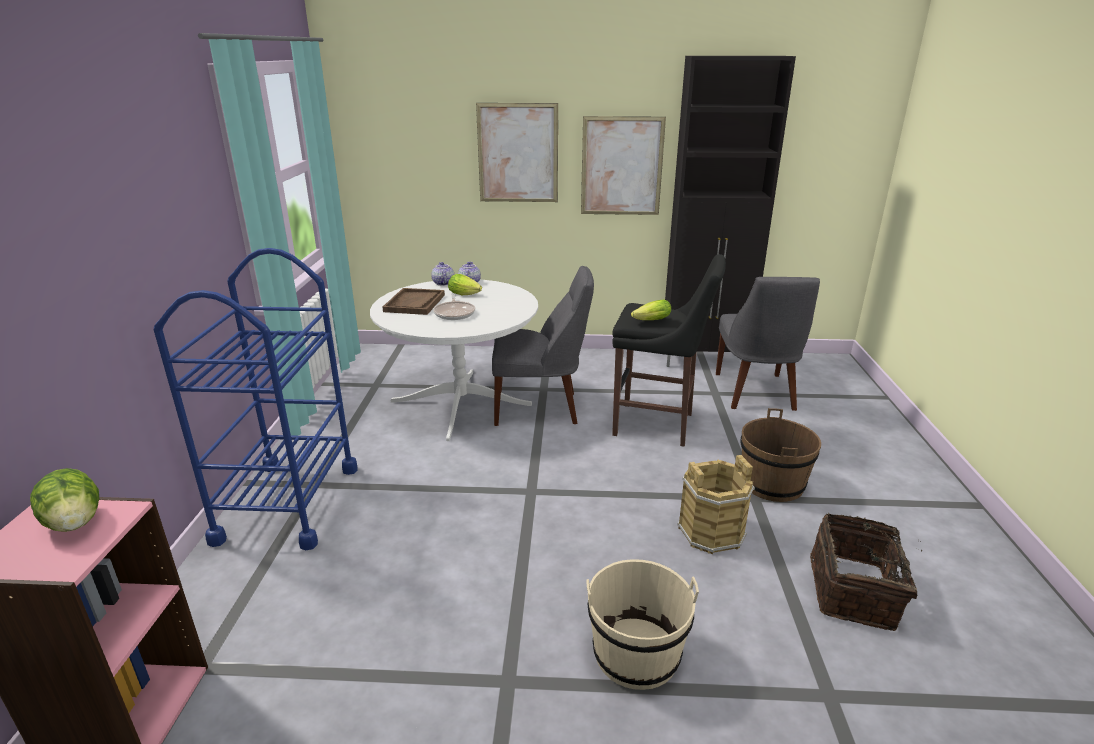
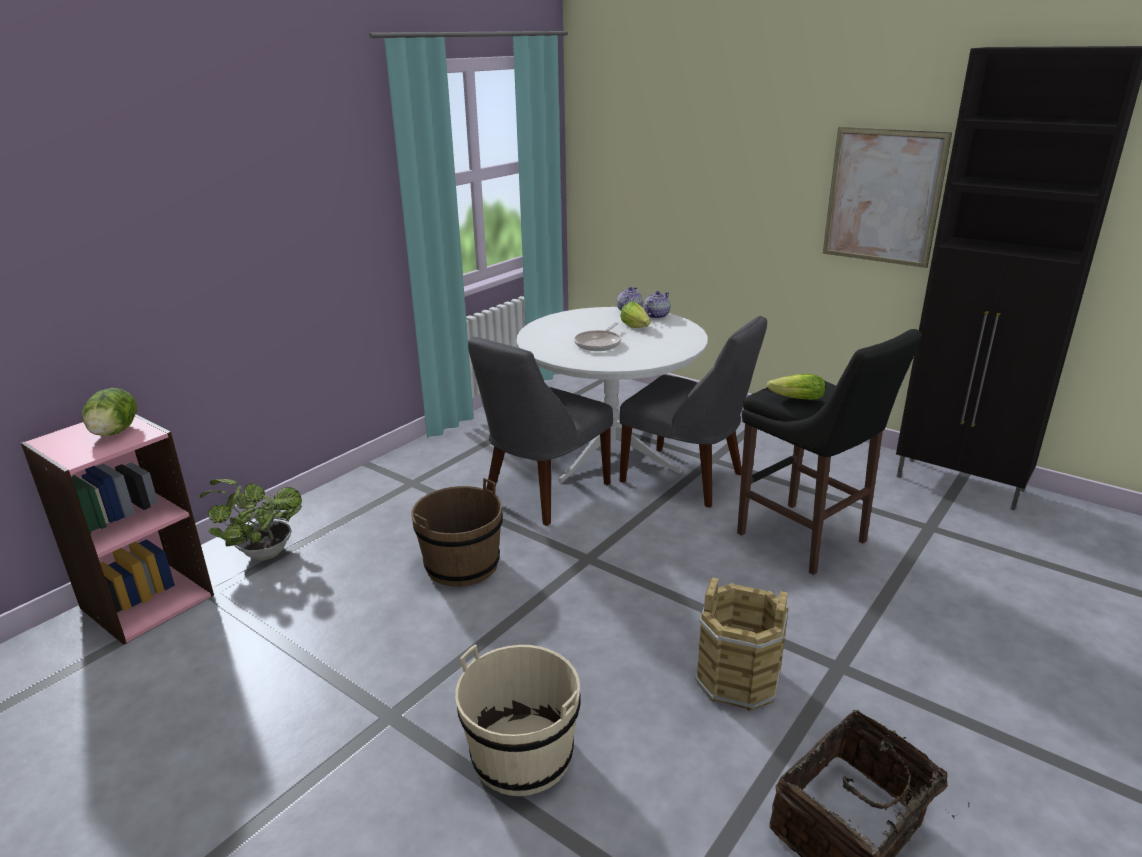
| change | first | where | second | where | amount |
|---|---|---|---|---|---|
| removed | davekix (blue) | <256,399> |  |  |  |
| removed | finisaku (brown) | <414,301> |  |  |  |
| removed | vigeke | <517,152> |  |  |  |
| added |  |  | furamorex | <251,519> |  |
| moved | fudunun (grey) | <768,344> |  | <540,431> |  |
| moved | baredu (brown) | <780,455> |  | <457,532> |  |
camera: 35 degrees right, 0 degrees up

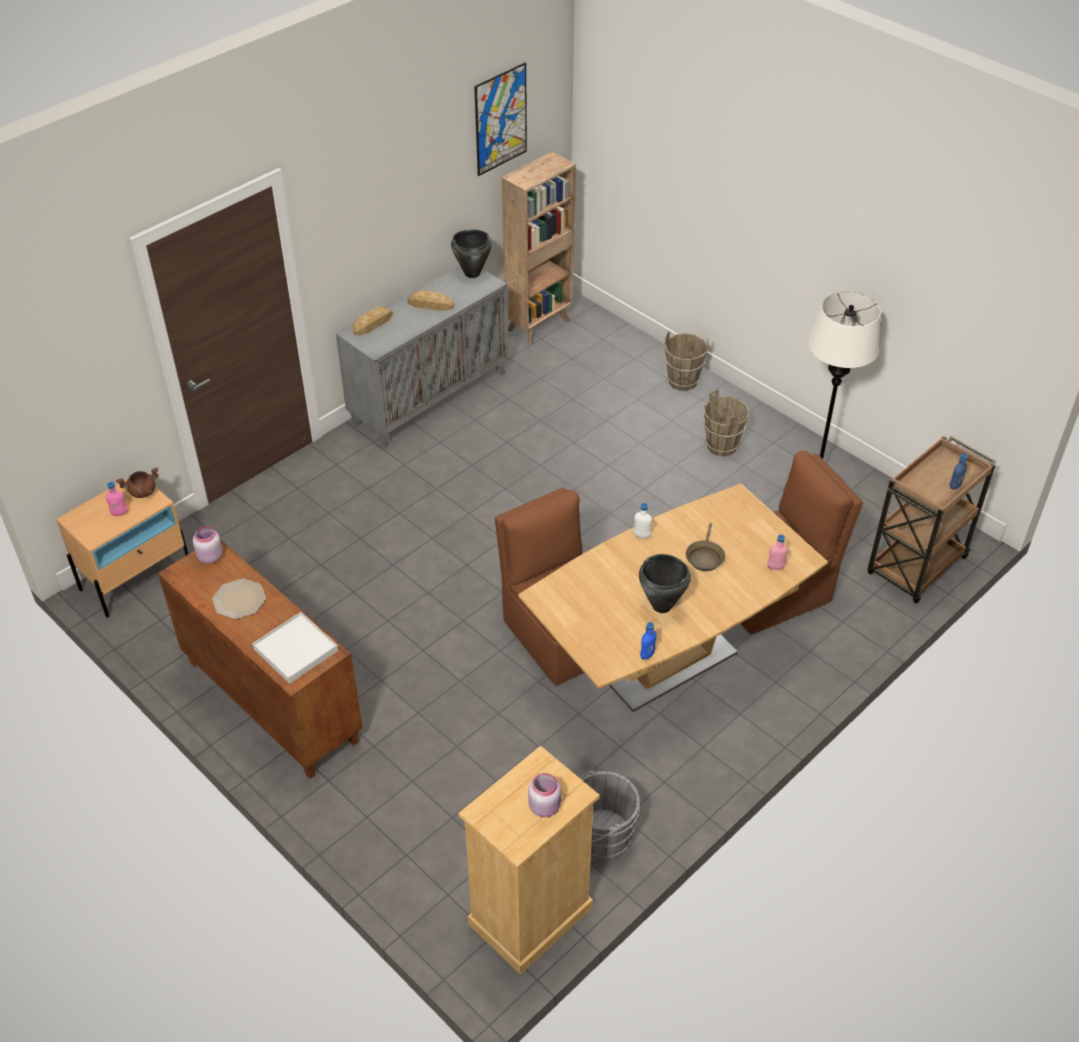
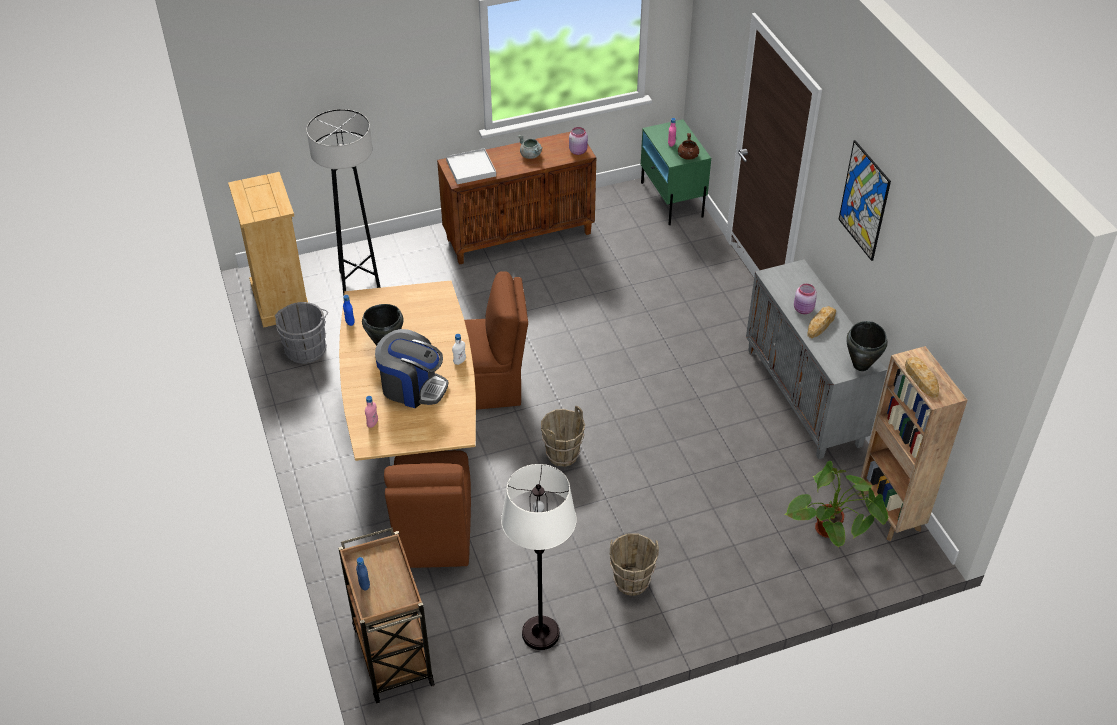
| change | first | where | second | where | amount |
|---|---|---|---|---|---|
| added |  |  | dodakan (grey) | <344,202> |  |
| added |  |  | furamorex | <836,504> |  |
| moved | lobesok | <373,321> |  | <922,377> |  |
| moved | vigeke | <500,119> |  | <864,200> |  |
| moved | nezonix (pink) | <544,795> |  | <805,299> |  |
| moved | baredu (brown) | <687,361> |  | <563,436> |  |
| replaced | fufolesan | <239,599> | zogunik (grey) | <530,147> |  |
| replaced | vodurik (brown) | <705,547> | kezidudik | <411,368> |  |
| recoloured | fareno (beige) | <122,547> | fareno (green) | <676,172> |  |
camera: 115 degrees right, 0 degrees up

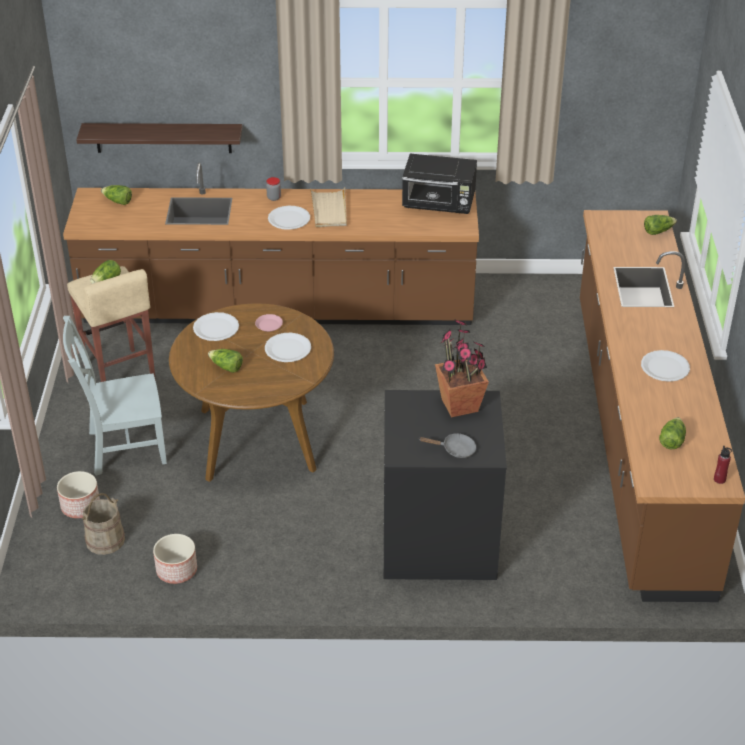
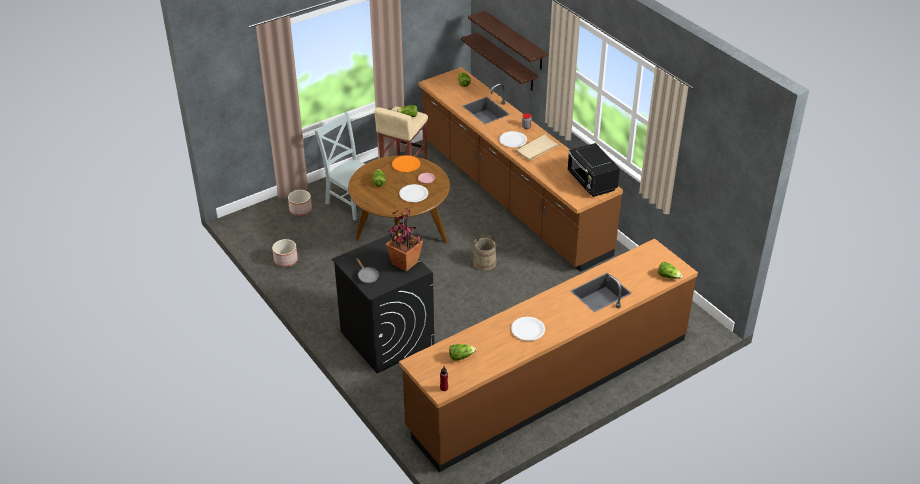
| change | first | where | second | where | amount |
|---|---|---|---|---|---|
| added |  |  | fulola | <508,39> |  |
| moved | baredu (beige) | <103,524> |  | <485,252> |  |
| recoloured | fufolesan (white) | <216,326> | fufolesan (orange) | <406,163> |  |
camera: 55 degrees right, 0 degrees up

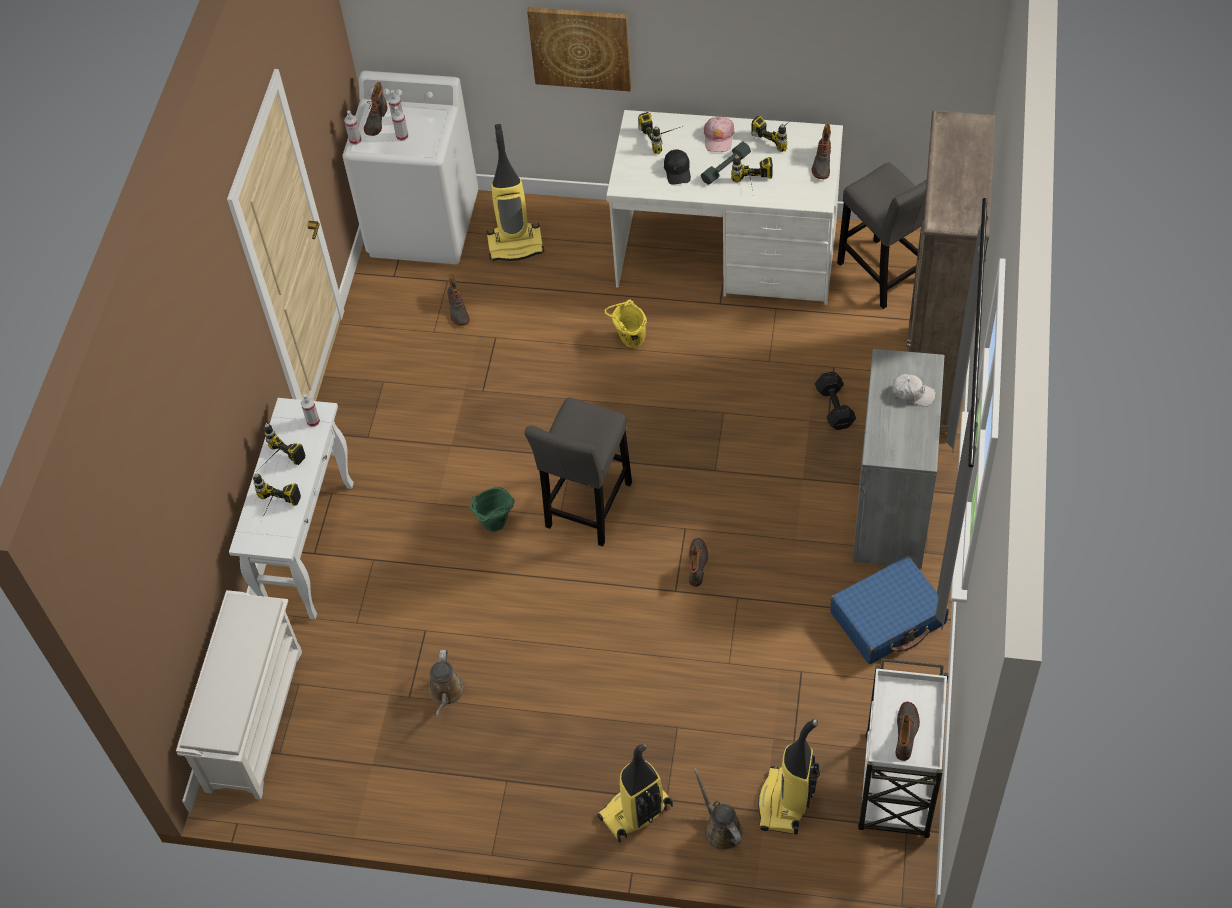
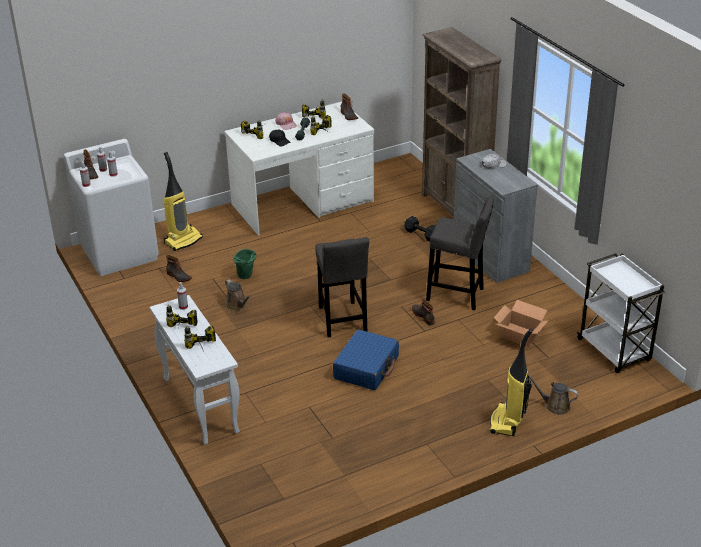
| change | first | where | second | where | amount |
|---|---|---|---|---|---|
| removed | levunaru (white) | <239,695> |  |  |  |
| removed | vigeke | <579,49> |  |  |  |
| removed | baredu (yellow) | <625,323> |  |  |  |
| removed | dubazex | <789,776> |  |  |  |
| removed | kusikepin | <907,731> |  |  |  |
| added |  |  | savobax | <521,323> |  |
| moved | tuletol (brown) | <447,683> |  | <238,295> |  |
| moved | baredu (green) | <492,509> |  | <244,264> |  |
| moved | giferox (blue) | <889,610> |  | <366,359> |  |
| moved | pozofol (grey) | <882,235> |  | <460,253> |  |
camera: 40 degrees left, 20 degrees down

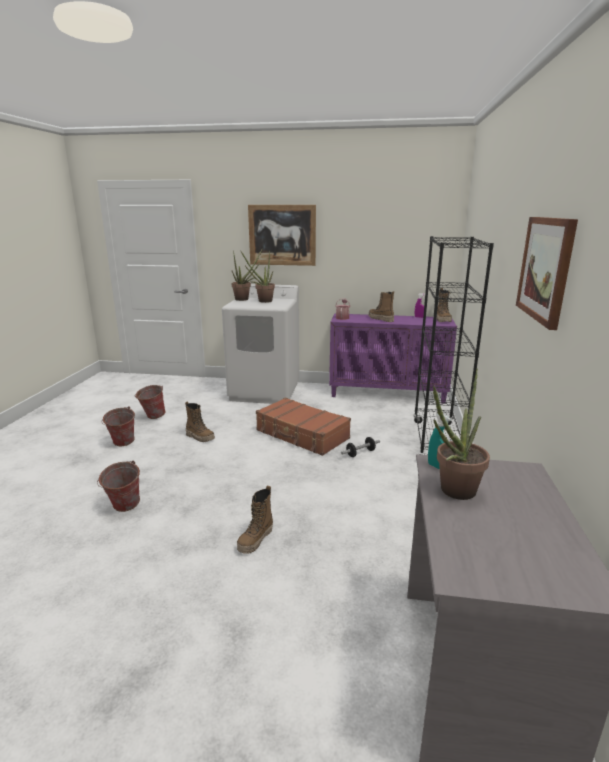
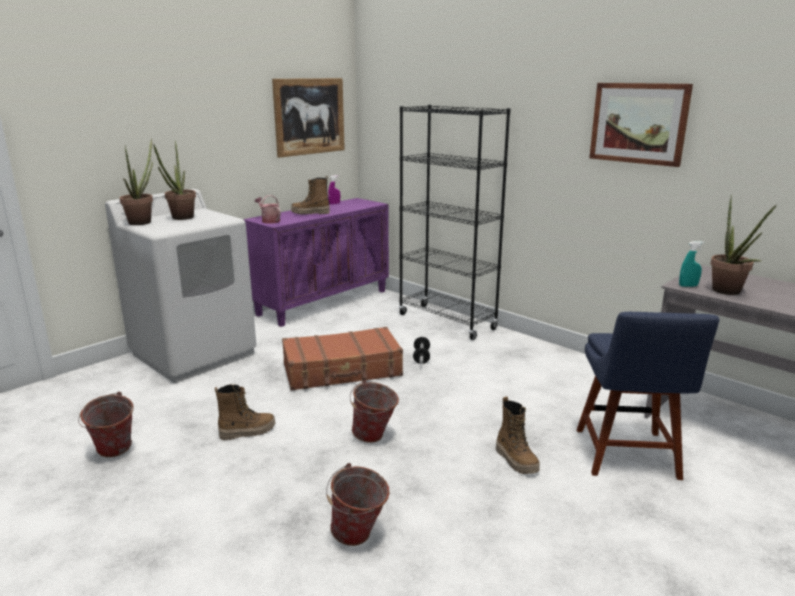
| change | first | where | second | where | amount |
|---|---|---|---|---|---|
| removed | kusikepin | <444,305> |  |  |  |
| added |  |  | fudunun (blue) | <648,396> |  |
| moved | baredu | <118,426> |  | <374,411> |  |
| moved | vigeke | <282,235> |  | <308,118> |  |
camera: 55 degrees left, 0 degrees up

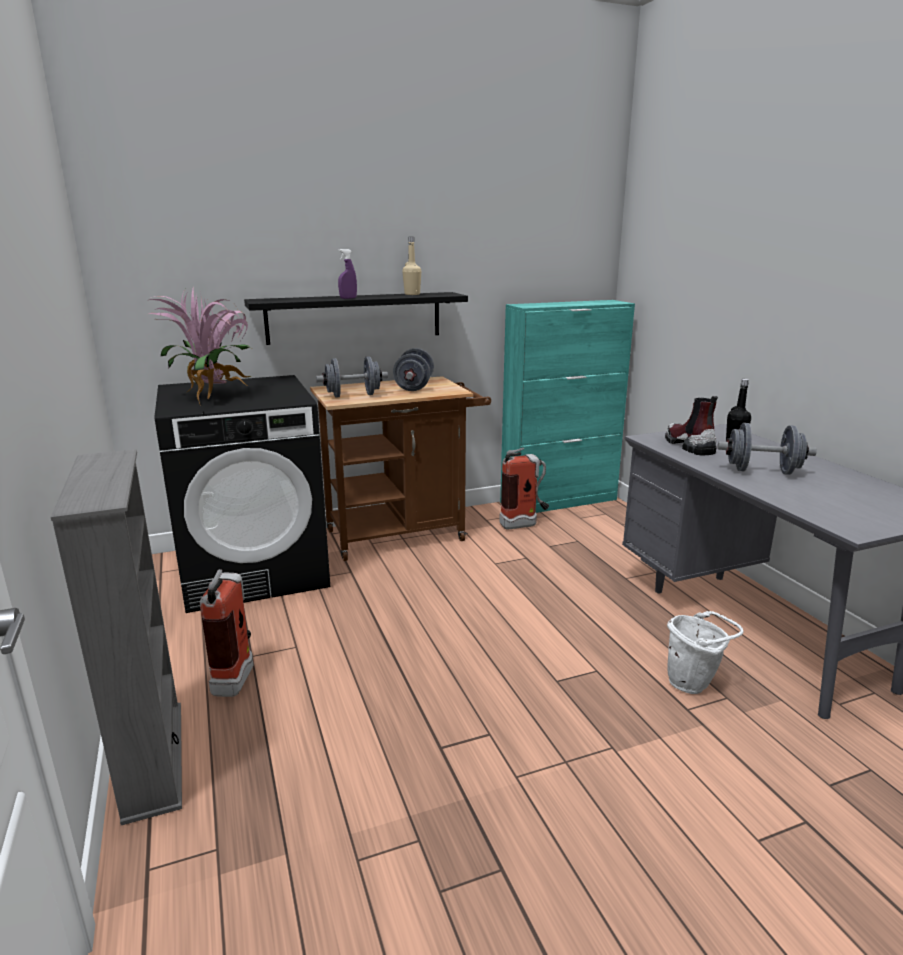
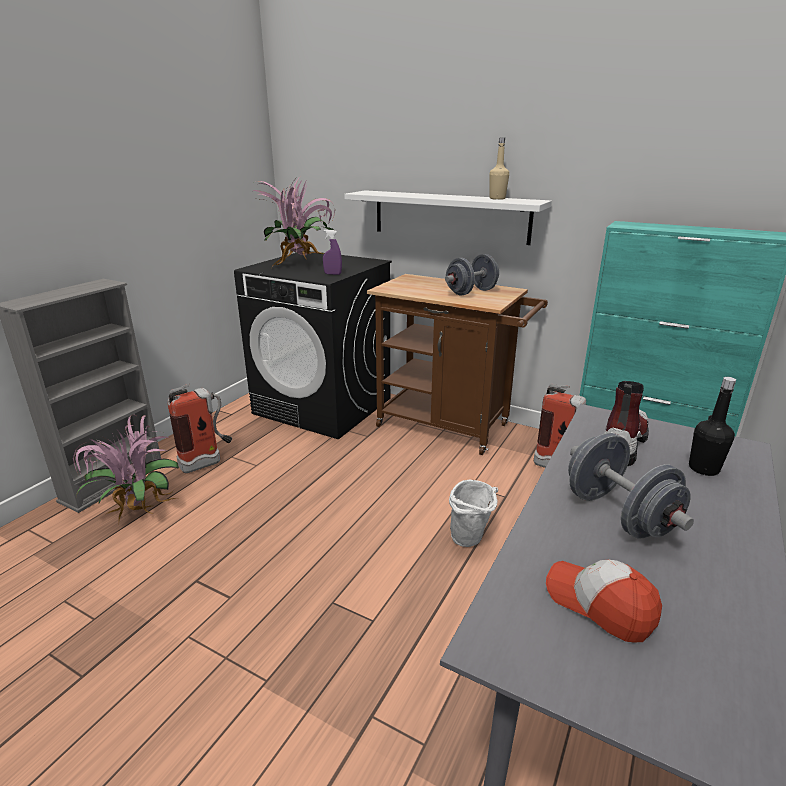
| change | first | where | second | where | amount |
|---|---|---|---|---|---|
| removed | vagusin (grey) | <352,377> |  |  |  |
| added |  |  | furamorex | <126,469> |  |
| added |  |  | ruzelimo | <604,601> |  |
| moved | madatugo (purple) | <347,274> |  | <332,252> |  |
| moved | baredu (white) | <705,652> |  | <473,513> |  |
| recoloured | fulola (black) | <356,318> | fulola (white) | <448,217> |  |
camera: 50 degrees right, 5 degrees up

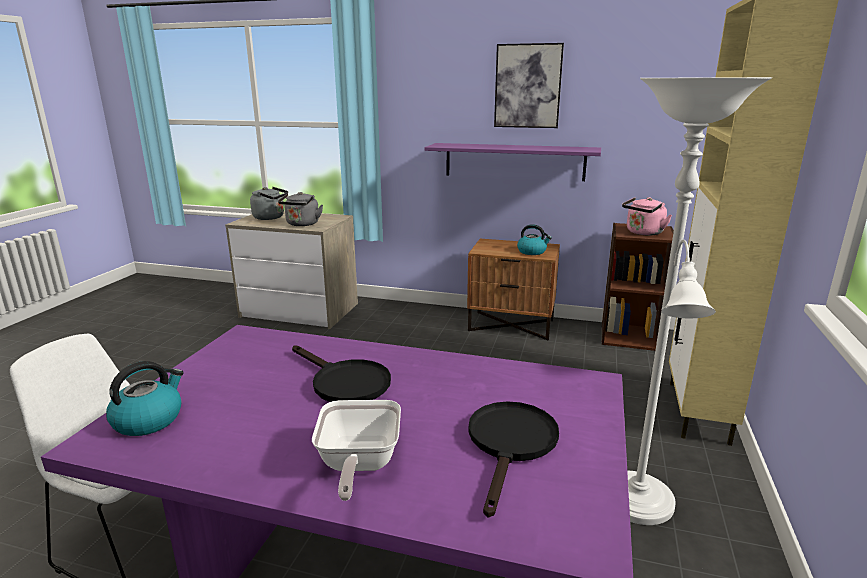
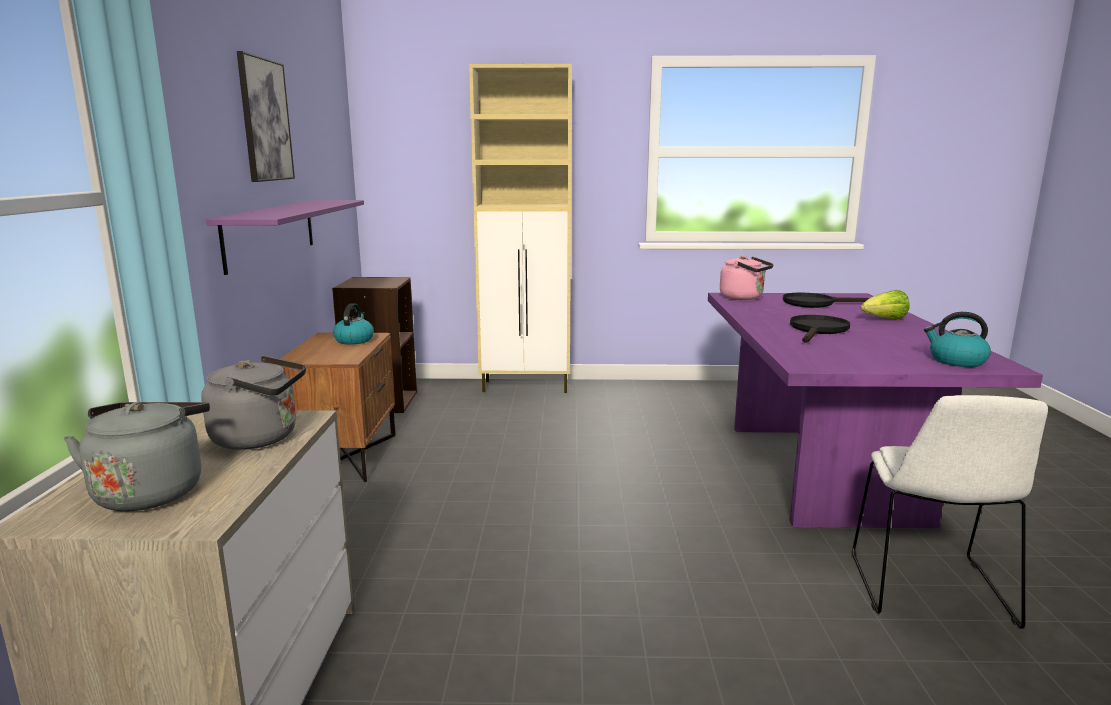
| change | first | where | second | where | amount |
|---|---|---|---|---|---|
| removed | dodakan (white) | <699,301> |  |  |  |
| moved | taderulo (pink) | <647,216> |  | <747,278> |  |
| replaced | vodurik | <356,450> | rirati | <885,304> |  |
camera: 105 degrees left, 5 degrees down

